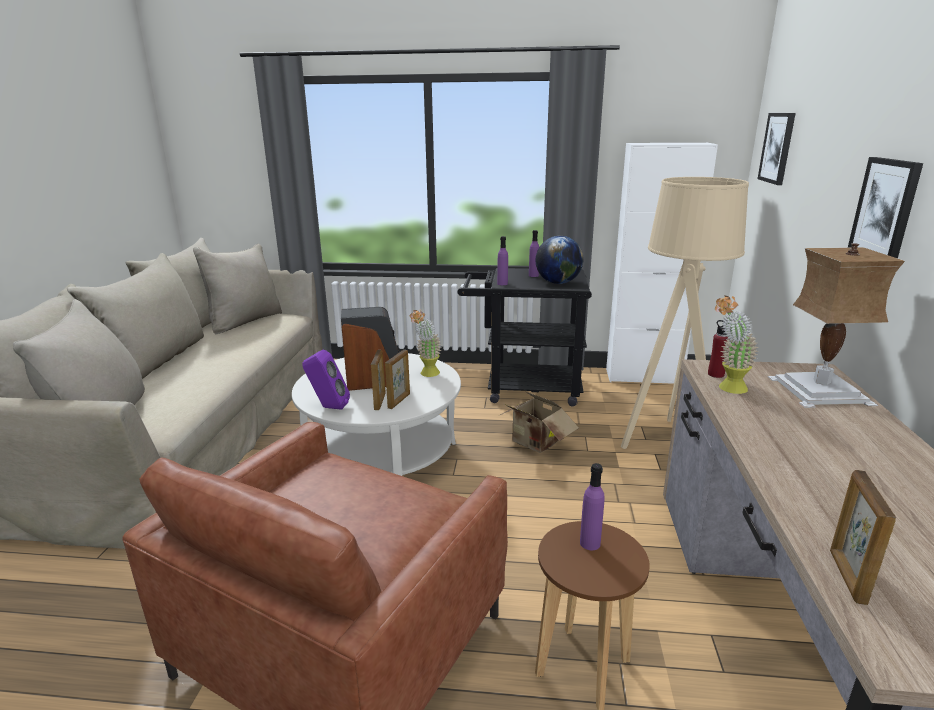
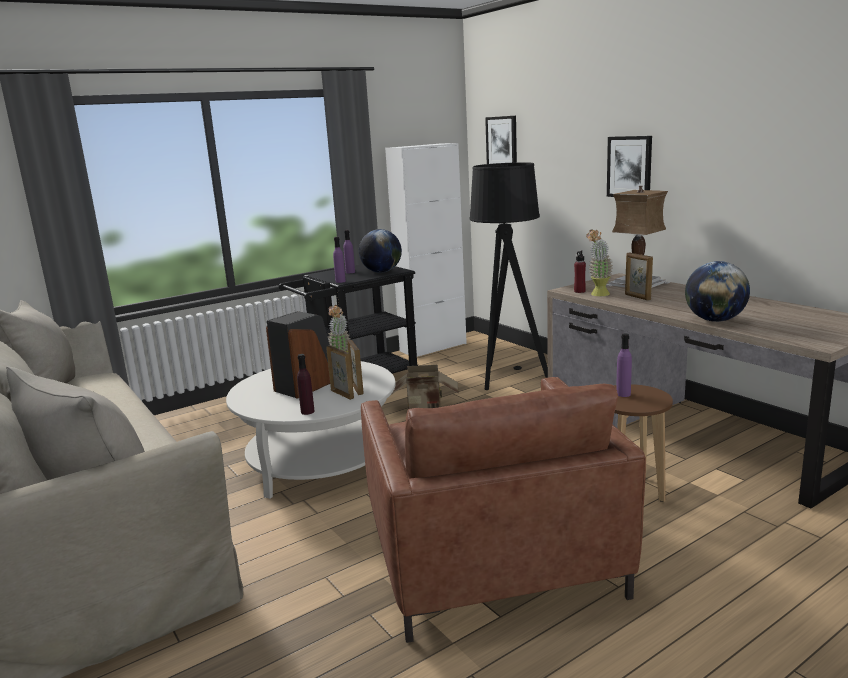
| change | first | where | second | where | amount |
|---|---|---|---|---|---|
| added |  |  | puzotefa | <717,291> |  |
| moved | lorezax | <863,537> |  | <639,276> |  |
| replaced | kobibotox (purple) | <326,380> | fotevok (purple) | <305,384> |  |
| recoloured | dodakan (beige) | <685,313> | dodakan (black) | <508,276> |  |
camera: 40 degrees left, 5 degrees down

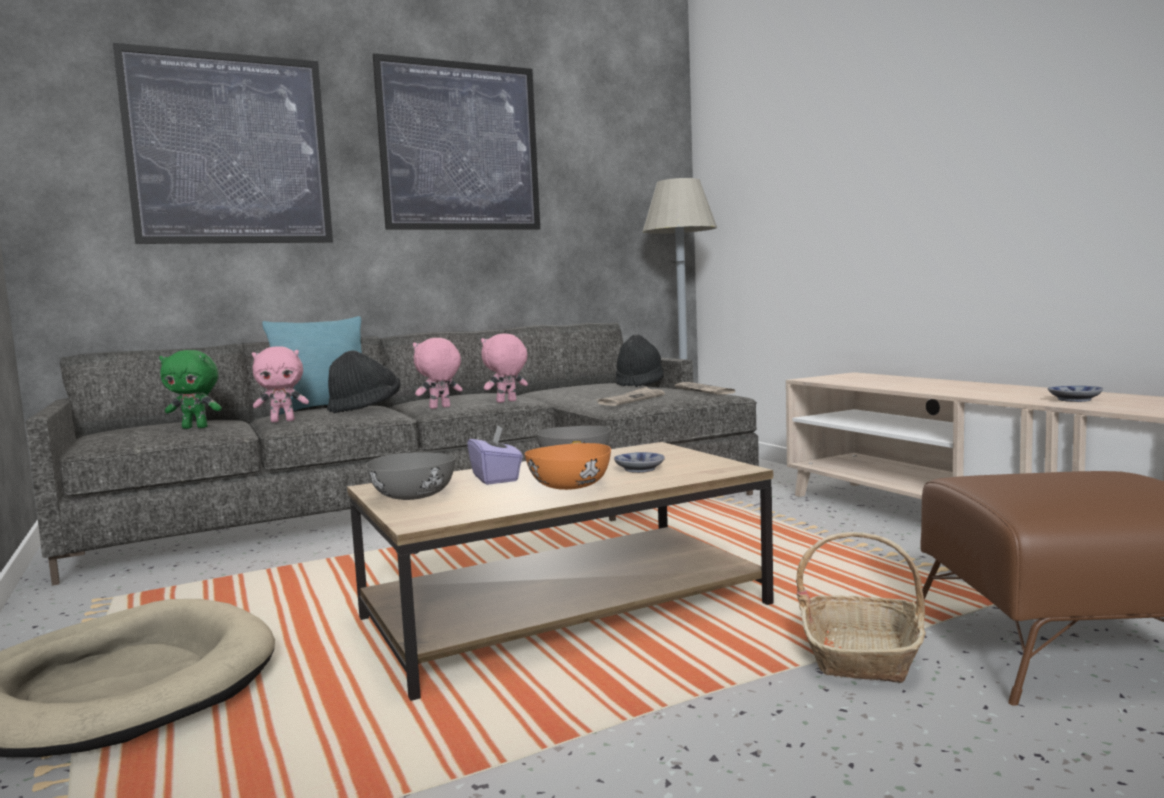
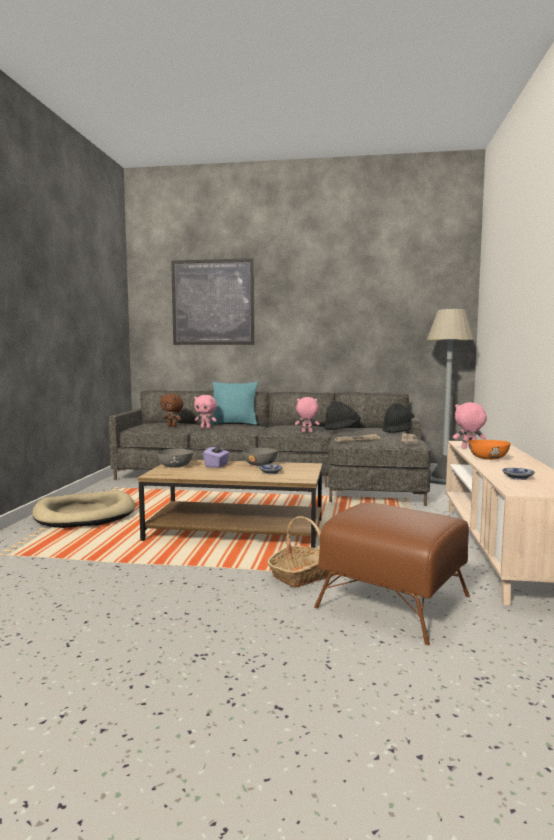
| change | first | where | second | where | amount |
|---|---|---|---|---|---|
| removed | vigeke | <456,141> |  |  |  |
| moved | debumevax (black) | <364,381> |  | <342,415> |  |
| moved | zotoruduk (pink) | <438,373> |  | <470,425> |  |
| moved | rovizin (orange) | <568,466> |  | <489,450> |  |
| recoloured | zotoruduk (green) | <190,389> | zotoruduk (brown) | <172,410> |  |
camera: 35 degrees right, 0 degrees up

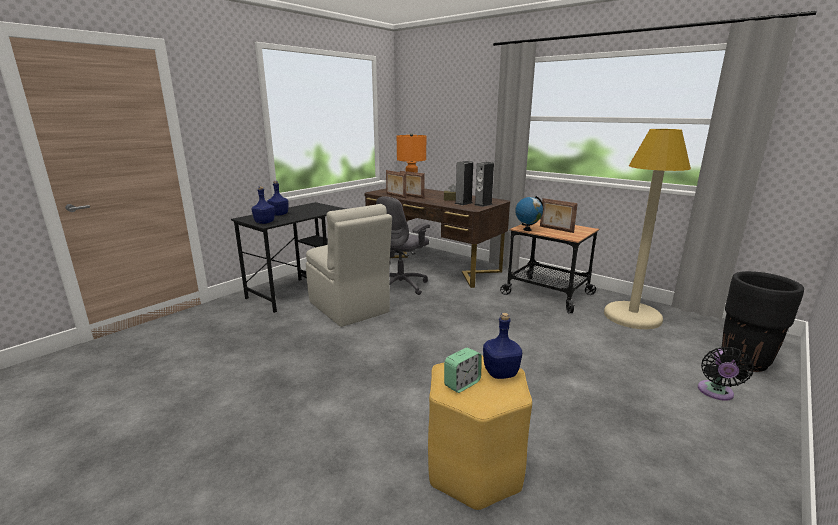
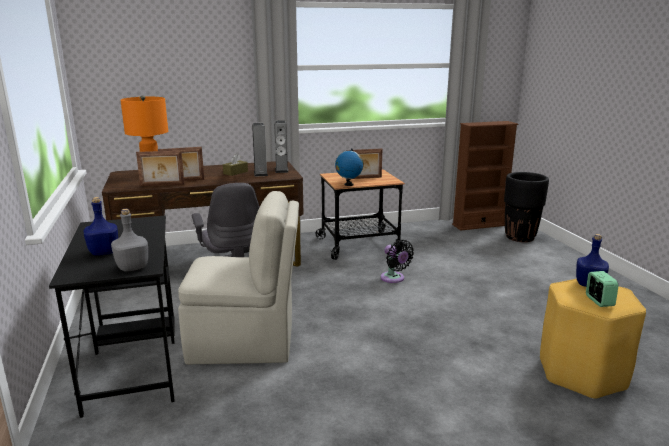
| change | first | where | second | where | amount |
|---|---|---|---|---|---|
| removed | dodakan (beige) | <647,229> |  |  |  |
| added |  |  | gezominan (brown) | <485,176> |  |
| moved | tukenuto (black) | <726,374> |  | <397,261> |  |
| recoloured | fotevok (blue) | <263,205> | fotevok (grey) | <129,240> |  |
camera: 55 degrees left, 0 degrees up

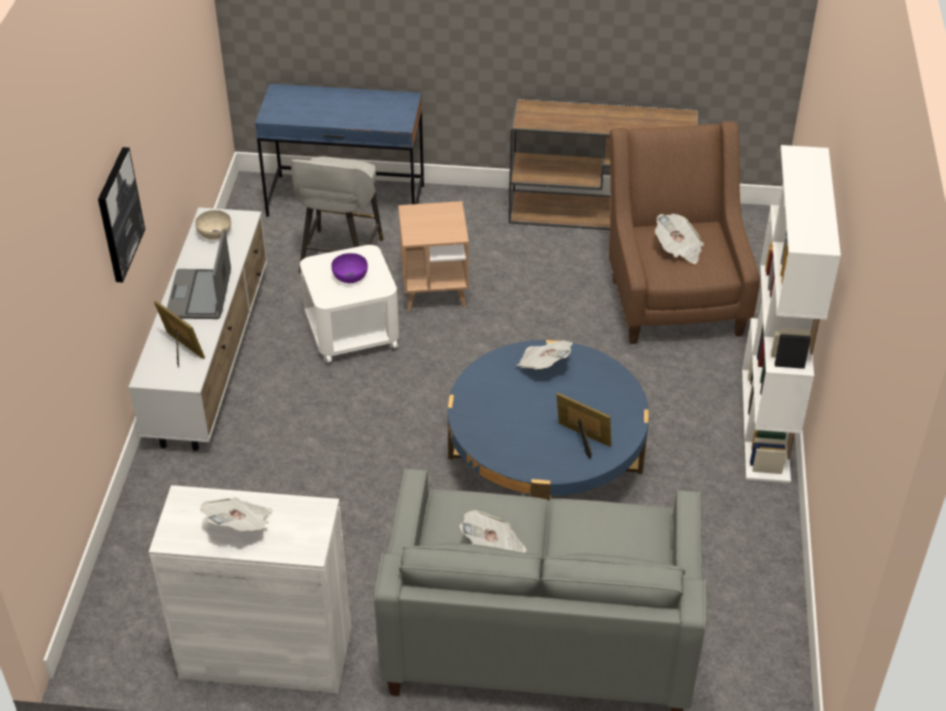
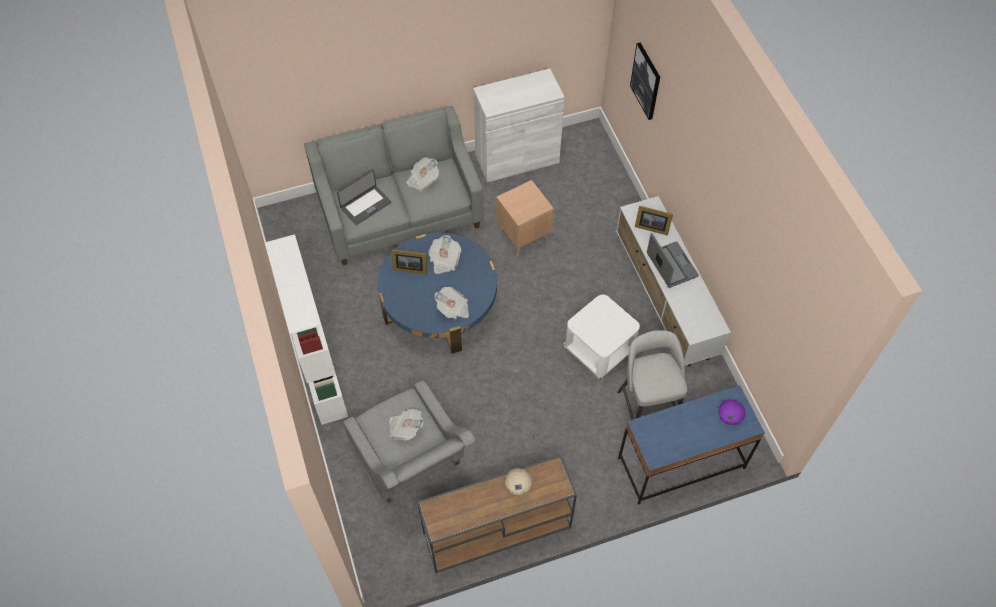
| change | first | where | second | where | amount |
|---|---|---|---|---|---|
| added |  |  | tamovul | <364,197> |  |
| moved | vigeke | <121,215> |  | <645,81> |  |
| moved | rovizin (beige) | <213,225> |  | <518,482> |  |
| moved | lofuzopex | <236,514> |  | <444,254> |  |
| moved | rovizin (purple) | <349,268> |  | <732,412> |  |
| moved | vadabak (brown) | <433,256> |  | <525,218> |  |
| recoloured | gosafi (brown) | <684,233> | gosafi (grey) | <409,441> |  |
camera: 155 degrees right, 15 degrees up

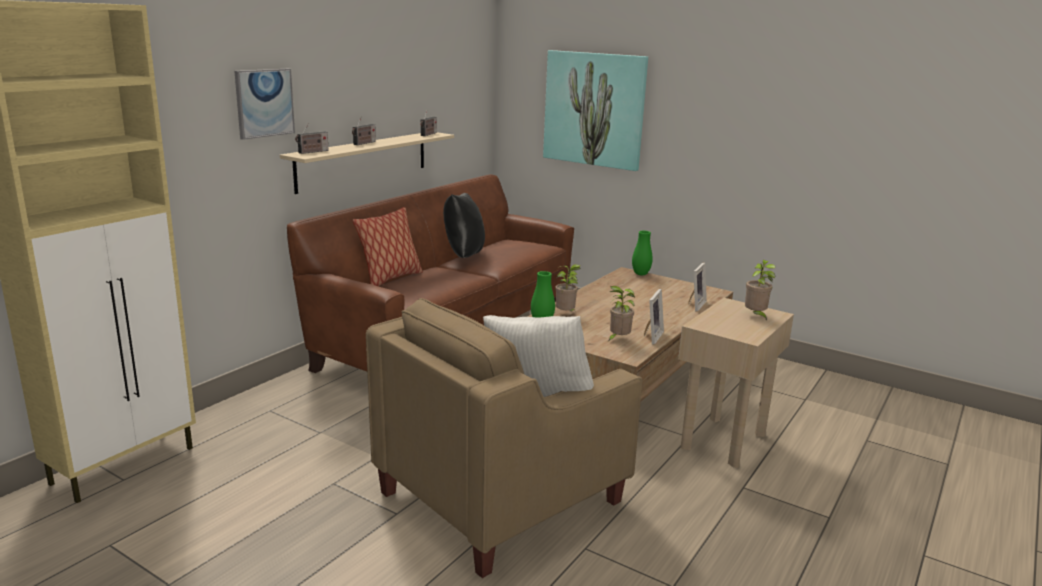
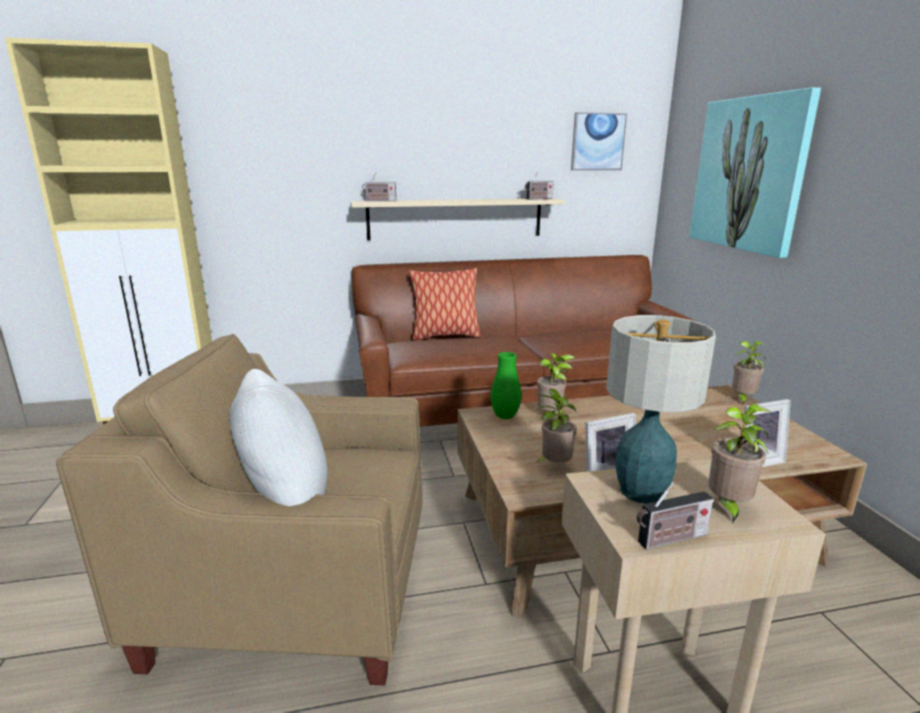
| change | first | where | second | where | amount |
|---|---|---|---|---|---|
| removed | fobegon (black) | <464,225> |  |  |  |
| added |  |  | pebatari | <661,409> |  |
| moved | vigeke | <264,104> |  | <599,141> |  |
| moved | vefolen | <364,130> |  | <675,516> |  |
| replaced | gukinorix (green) | <642,253> | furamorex | <749,373> |  |
camera: 45 degrees right, 0 degrees up

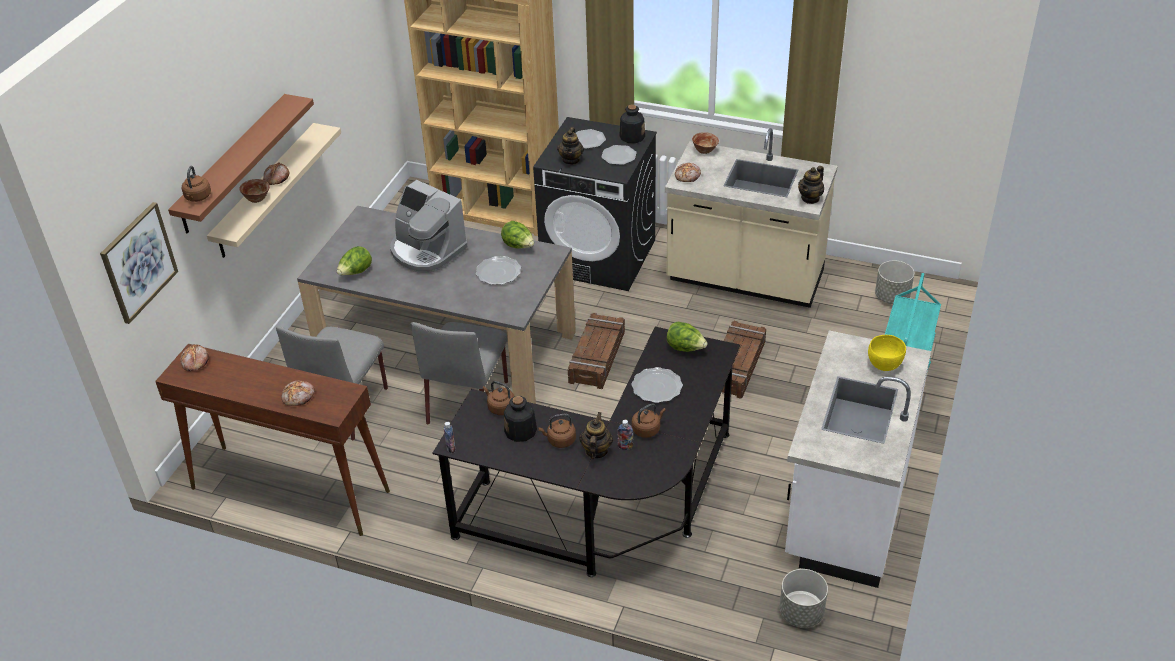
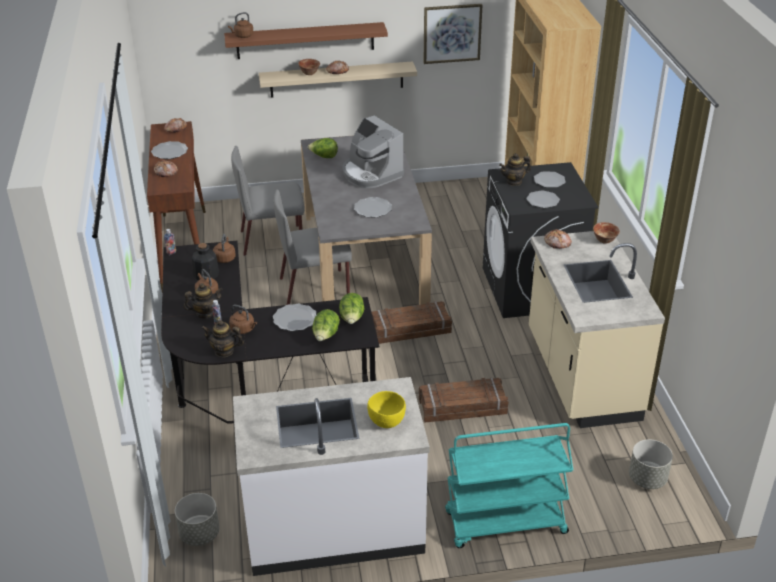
| change | first | where | second | where | amount |
|---|---|---|---|---|---|
| removed | fotevok | <632,124> |  |  |  |
| added |  |  | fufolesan | <169,150> |  |
| moved | vigeke | <139,263> |  | <452,34> |  |
| moved | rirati | <517,234> |  | <326,325> |  |
| moved | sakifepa | <811,185> |  | <223,338> |  |
| turned | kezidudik | <429,226> |  | <373,152> | 45 degrees counterclockwise |
camera: 60 degrees right, 5 degrees down

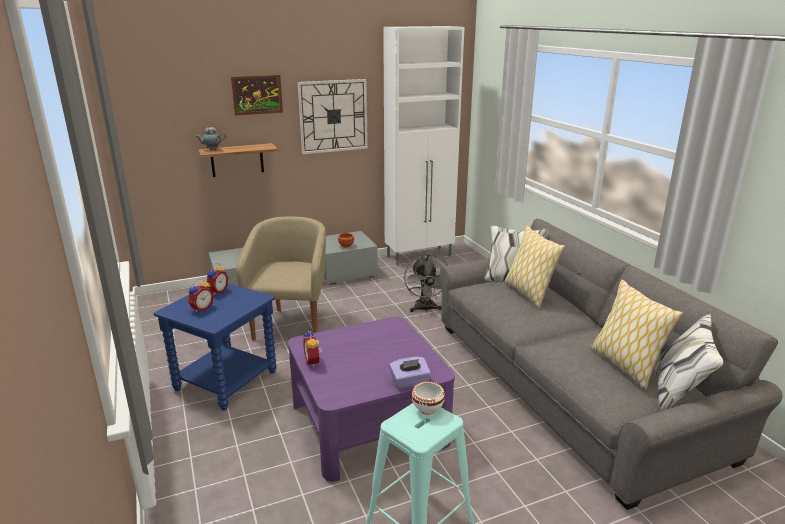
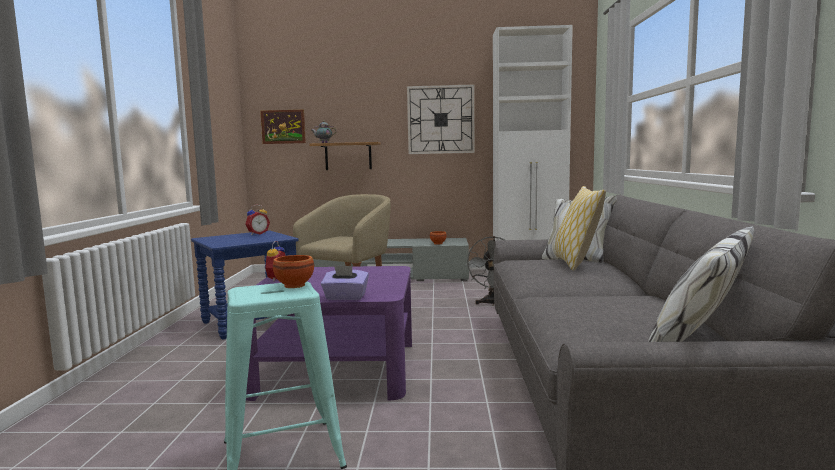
| change | first | where | second | where | amount |
|---|---|---|---|---|---|
| removed | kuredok | <201,295> |  |  |  |
| removed | fobegon | <637,334> |  |  |  |
| moved | vigeke | <257,95> |  | <283,127> |  |
| recoloured | rovizin (white) | <428,398> | rovizin (brown) | <293,271> |  |
camera: 25 degrees right, 15 degrees down

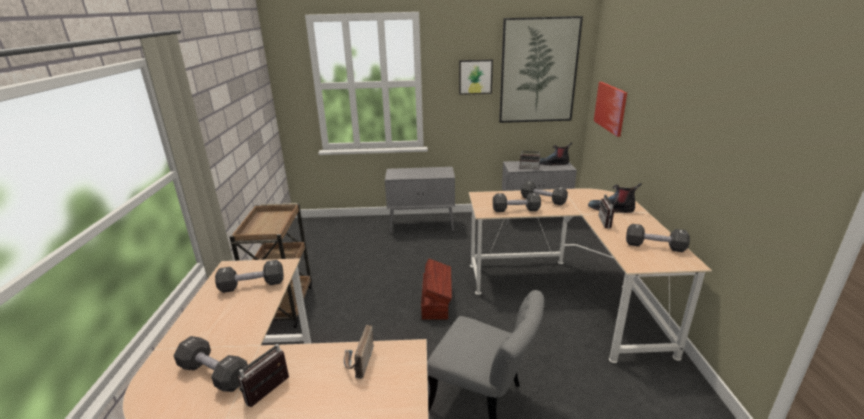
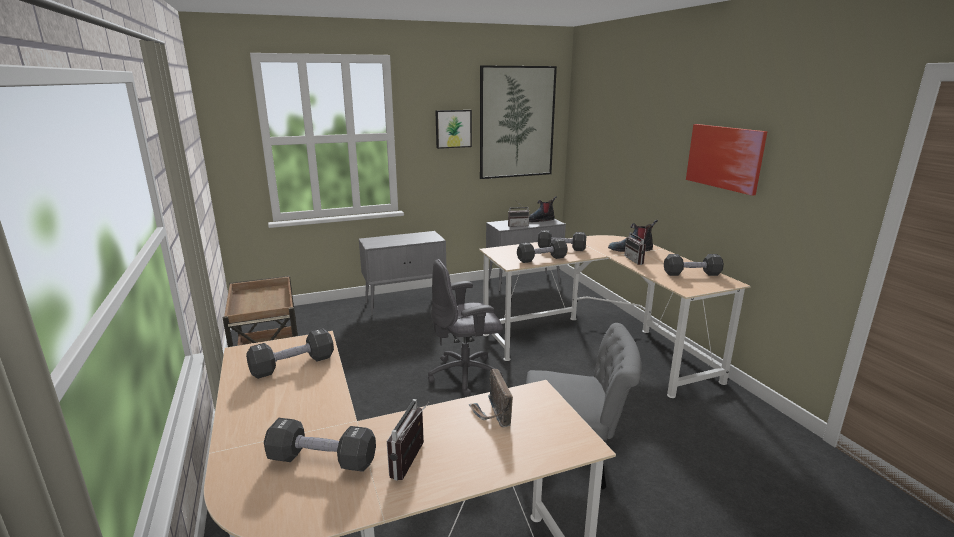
| change | first | where | second | where | amount |
|---|---|---|---|---|---|
| moved | vigeke | <610,109> |  | <726,160> |  |
| replaced | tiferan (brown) | <436,289> | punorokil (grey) | <465,328> |  |
camera: 20 degrees left, 5 degrees down

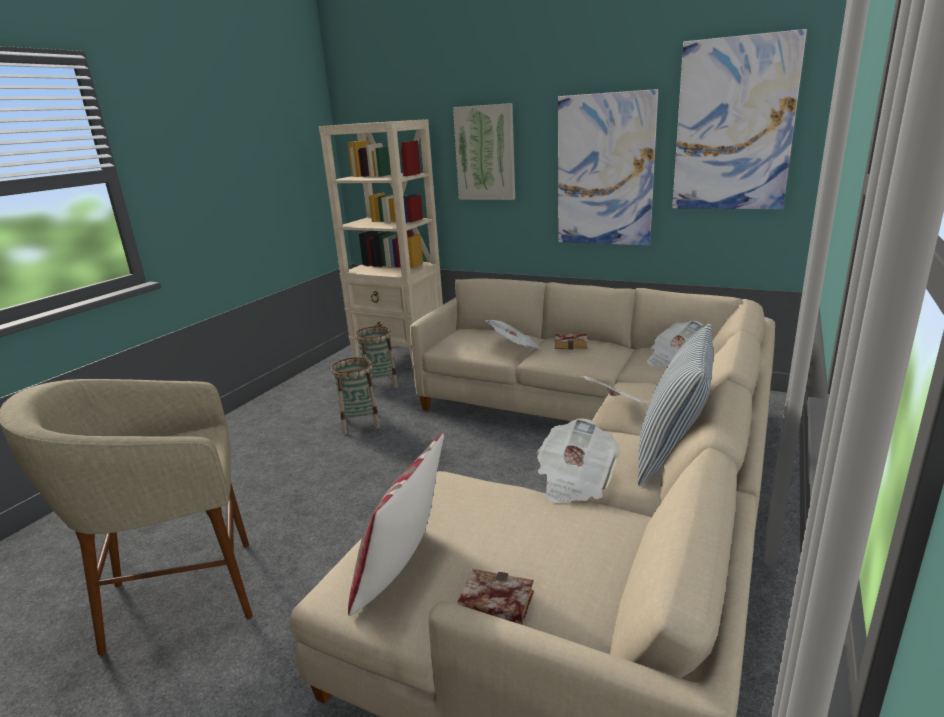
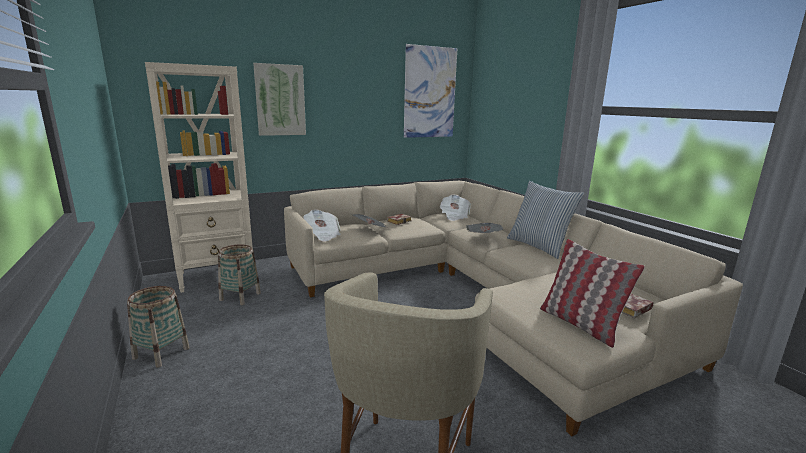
| change | first | where | second | where | amount |
|---|---|---|---|---|---|
| removed | vigeke | <608,167> |  |  |  |
| moved | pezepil | <355,396> |  | <158,327> |  |
| moved | lofuzopex | <578,460> |  | <322,225> |  |
camera: 55 degrees left, 5 degrees down

